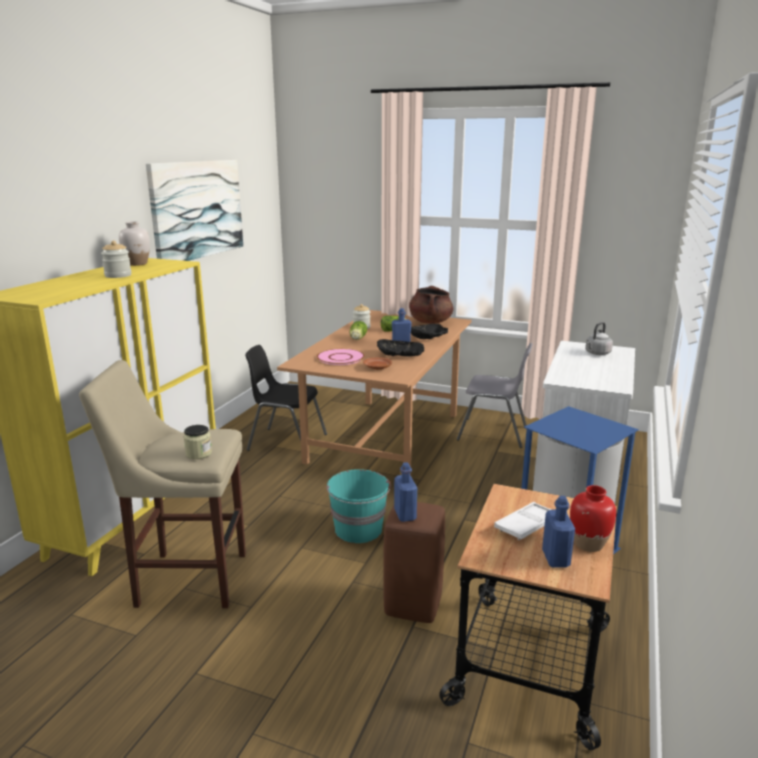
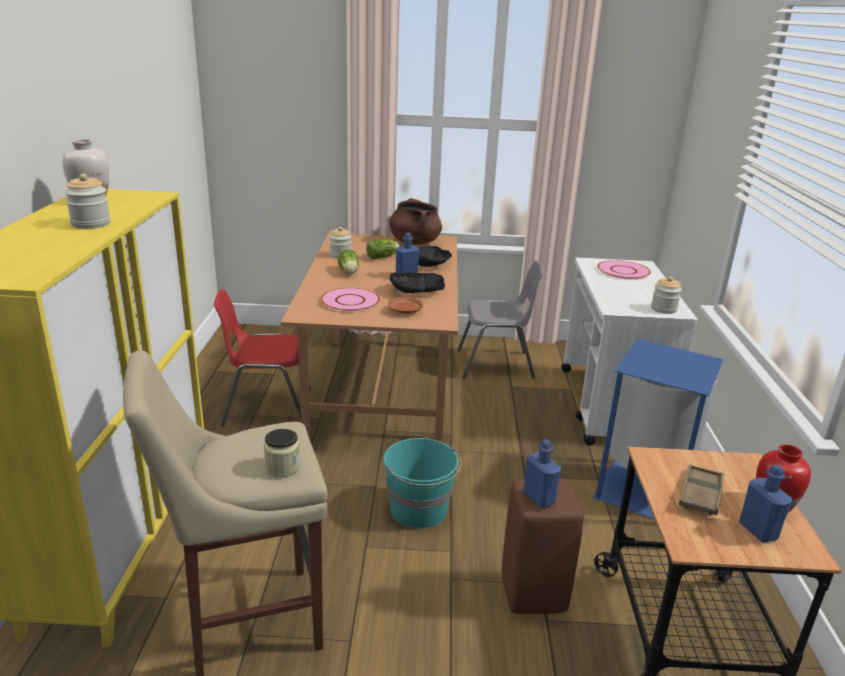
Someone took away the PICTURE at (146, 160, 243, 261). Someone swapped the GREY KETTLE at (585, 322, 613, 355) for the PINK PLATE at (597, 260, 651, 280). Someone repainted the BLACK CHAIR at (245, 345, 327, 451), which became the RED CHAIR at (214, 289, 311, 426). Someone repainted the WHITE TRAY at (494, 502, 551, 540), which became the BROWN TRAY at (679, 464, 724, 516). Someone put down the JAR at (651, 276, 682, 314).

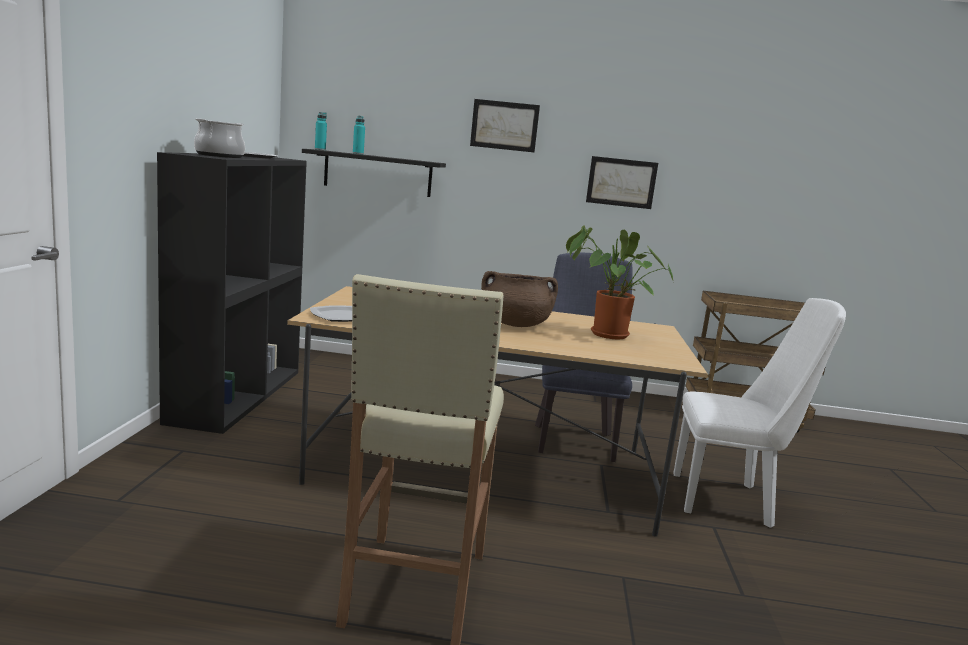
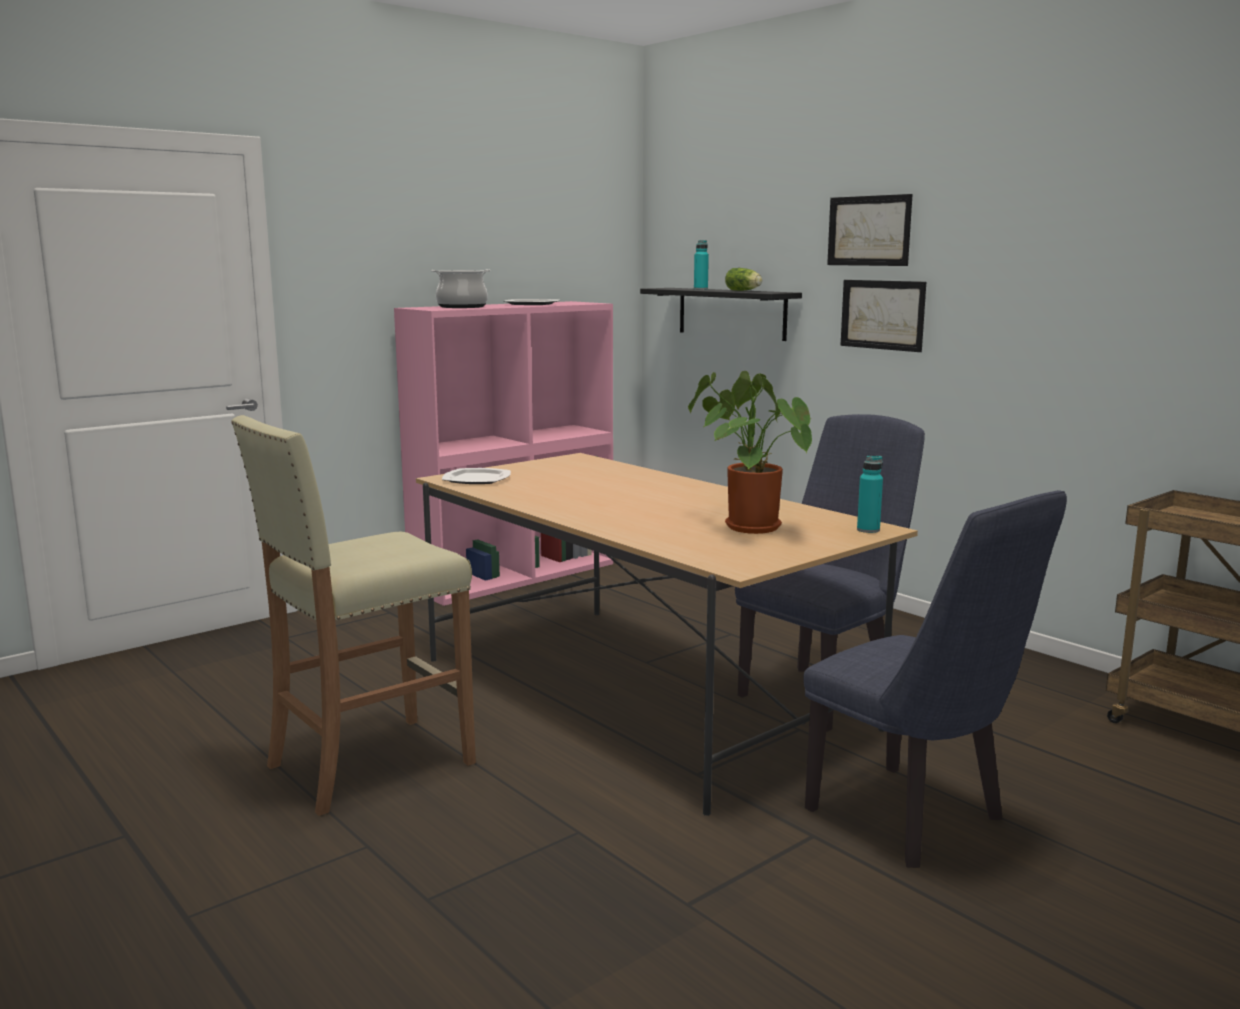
Someone carried the TURQUOISE BOTTLE from (315, 112, 327, 150) to (857, 456, 883, 533). Someone repainted the BLACK BOOKCASE at (157, 152, 307, 434), which became the PINK BOOKCASE at (394, 301, 613, 606). Someone carried the PICTURE from (586, 156, 658, 209) to (840, 280, 926, 352). Someone took away the BROWN COOKING POT at (481, 271, 558, 327). Someone repainted the WHITE CHAIR at (673, 298, 846, 528), which became the BLUE CHAIR at (803, 490, 1067, 868). Someone put down the LETTUCE at (725, 268, 762, 291).

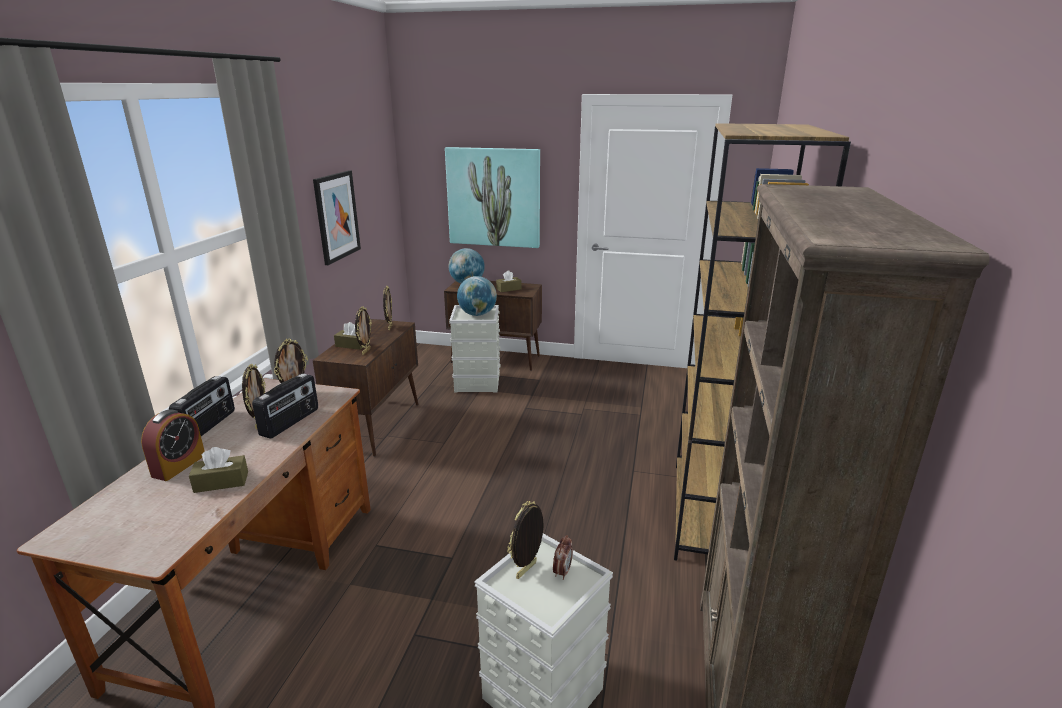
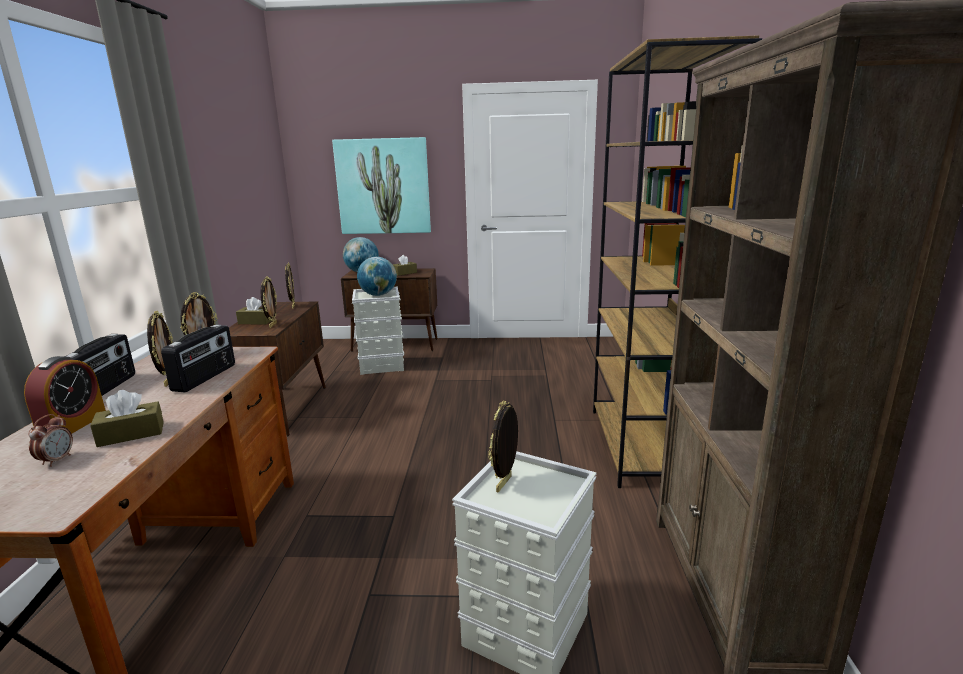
Someone took away the PICTURE at (313, 170, 361, 265). Someone carried the ALARM CLOCK from (553, 535, 573, 580) to (28, 414, 73, 467).

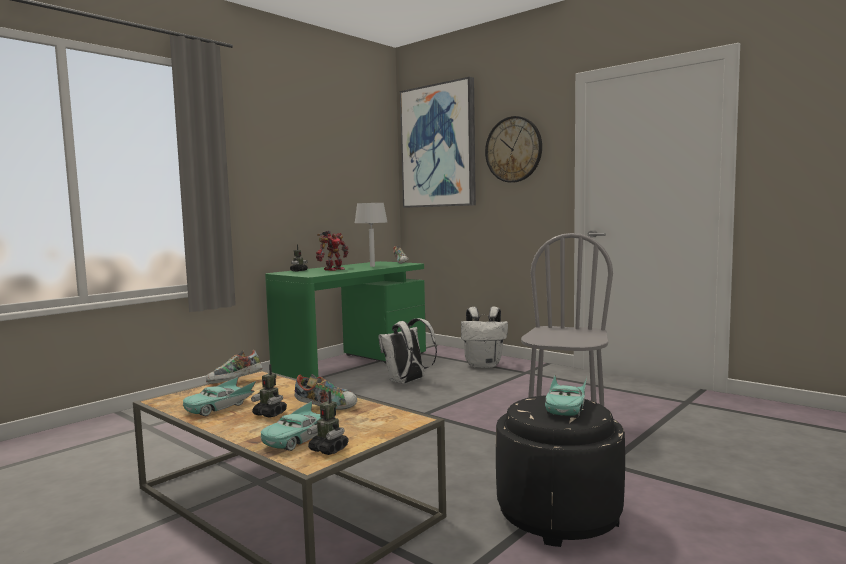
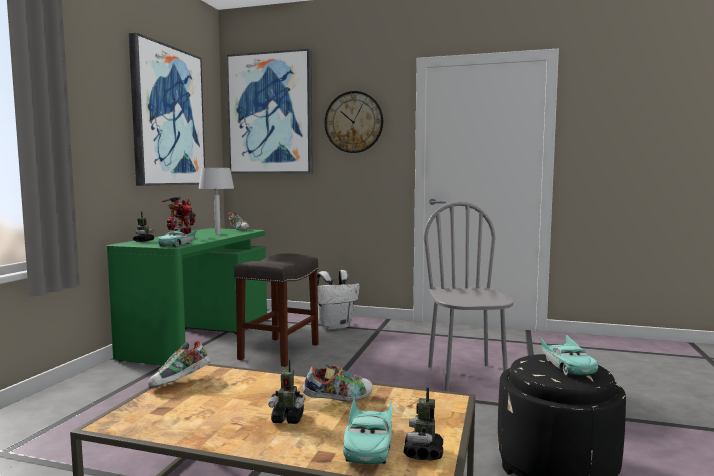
Someone swapped the WHITE BACKPACK at (378, 318, 437, 384) for the GREY STOOL at (234, 253, 319, 367). Someone carried the TURQUOISE TOY CAR from (183, 376, 256, 416) to (158, 229, 197, 247). Someone rotated the TOY ROBOT at (307, 391, 349, 455) by 90 degrees clockwise. Someone put up the PICTURE at (129, 33, 205, 186).

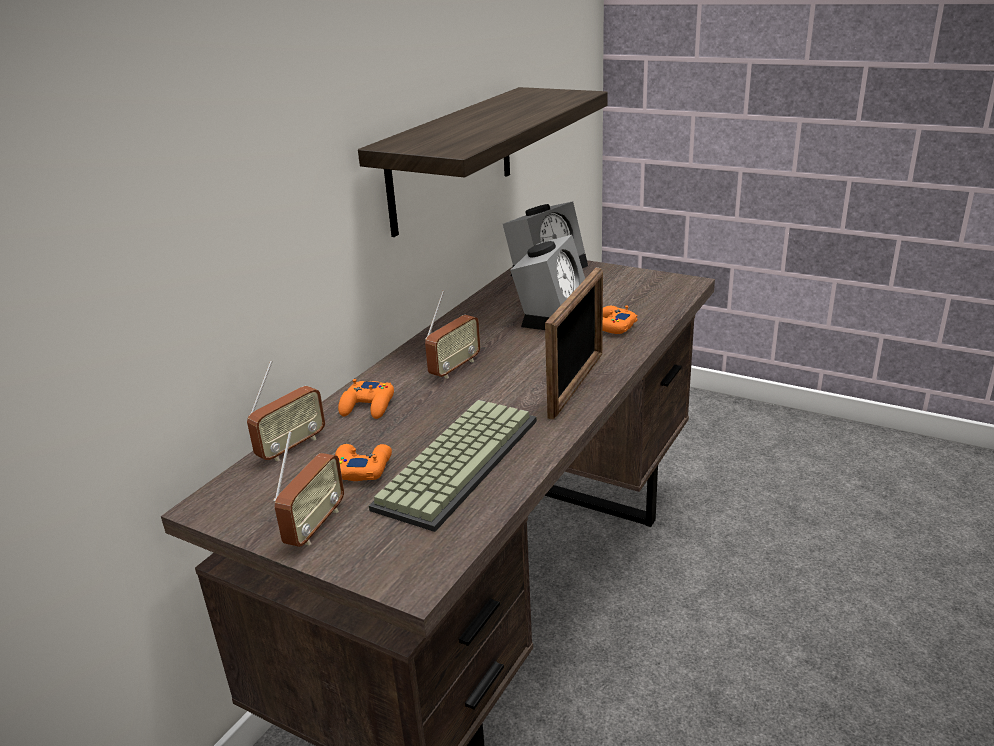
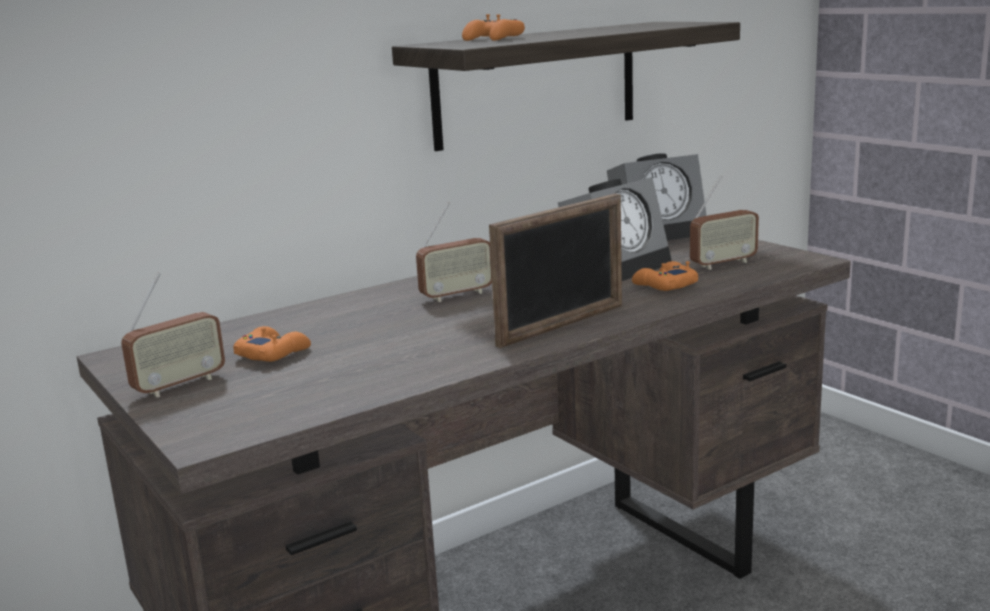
Someone carried the RADIO from (247, 361, 325, 461) to (690, 175, 759, 270). Someone carried the ORANGE GAME CONTROLLER from (338, 379, 394, 419) to (462, 14, 525, 41). Someone took away the KEYBOARD at (369, 400, 537, 532).

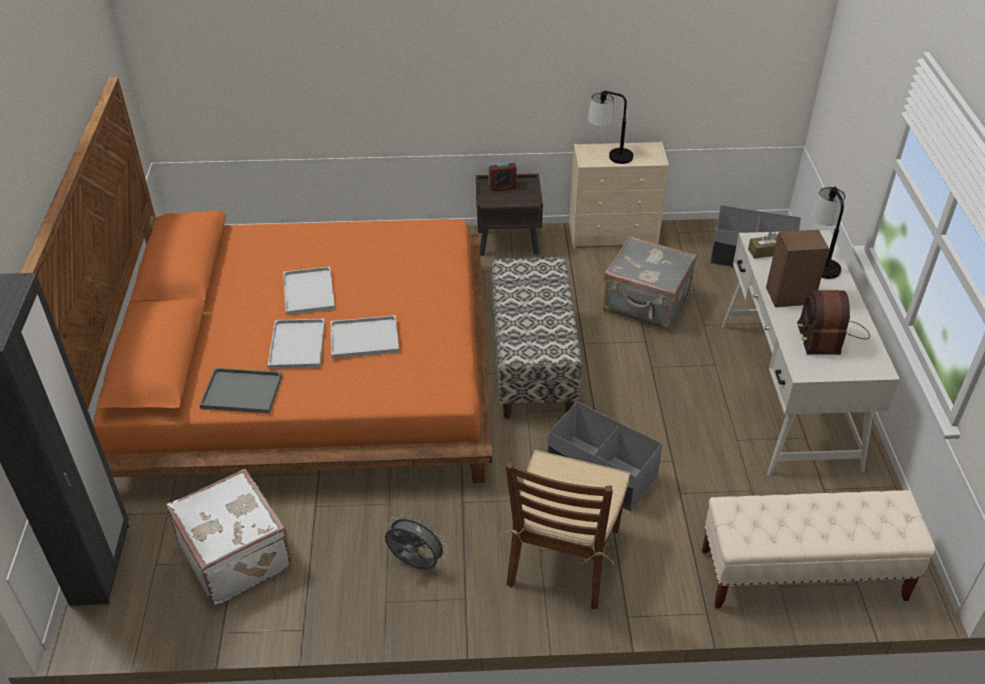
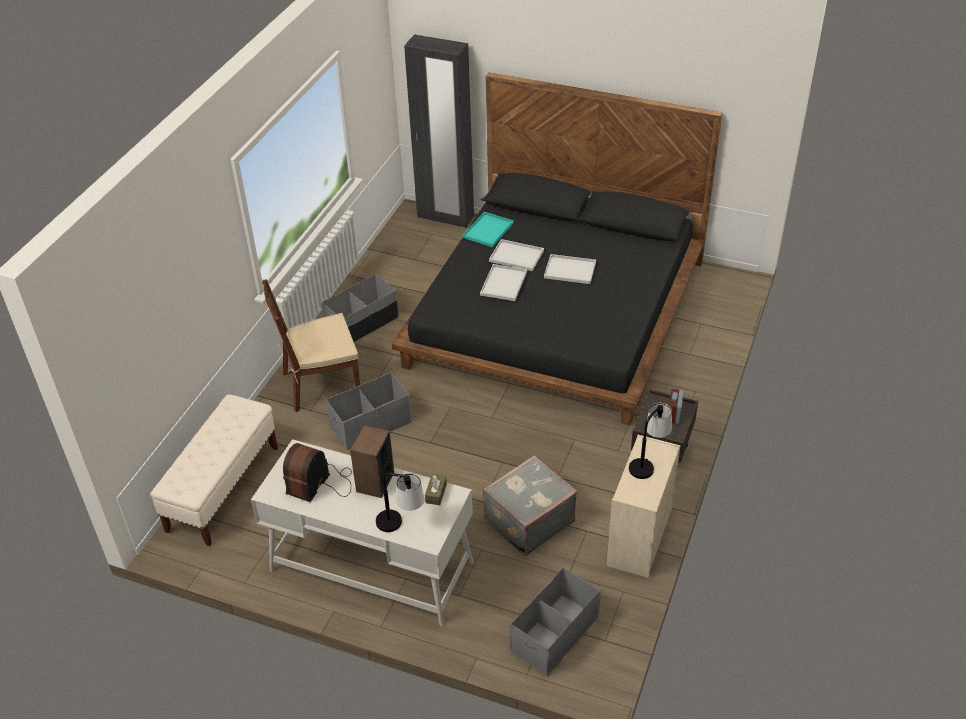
Someone repainted the ORANGE BED at (20, 77, 492, 483), which became the BLACK BED at (392, 72, 722, 426). Someone took away the BENCH at (491, 257, 582, 419). Someone rotated the RADIO at (797, 290, 870, 355) by 90 degrees counterclockwise. Someone repainted the GREY TRAY at (200, 368, 282, 414), which became the TURQUOISE TRAY at (463, 212, 514, 247). Someone rotated the BROWN CHAIR at (500, 450, 630, 609) by 60 degrees counterclockwise. Someone took away the WHITE SUITCASE at (166, 469, 292, 605). Someone swapped the GREY FAN at (385, 514, 448, 570) for the GREY STORAGE BOX at (321, 274, 399, 342).

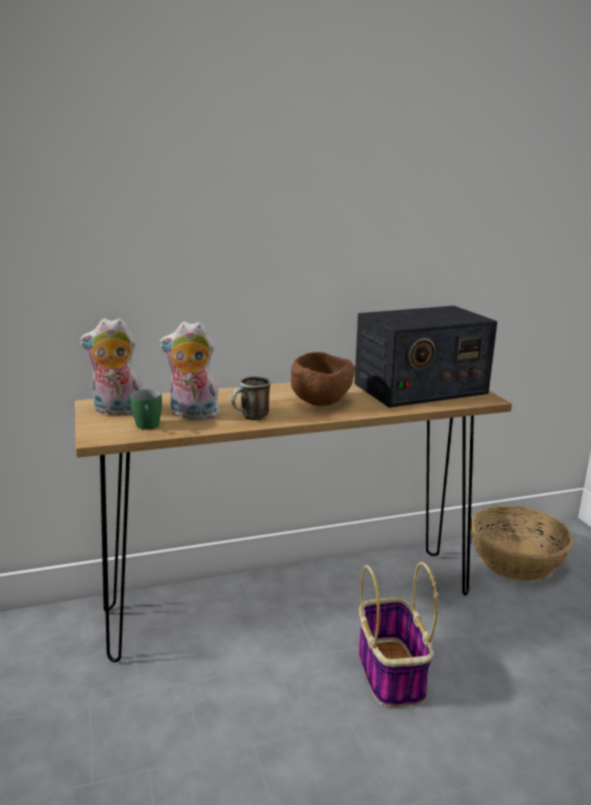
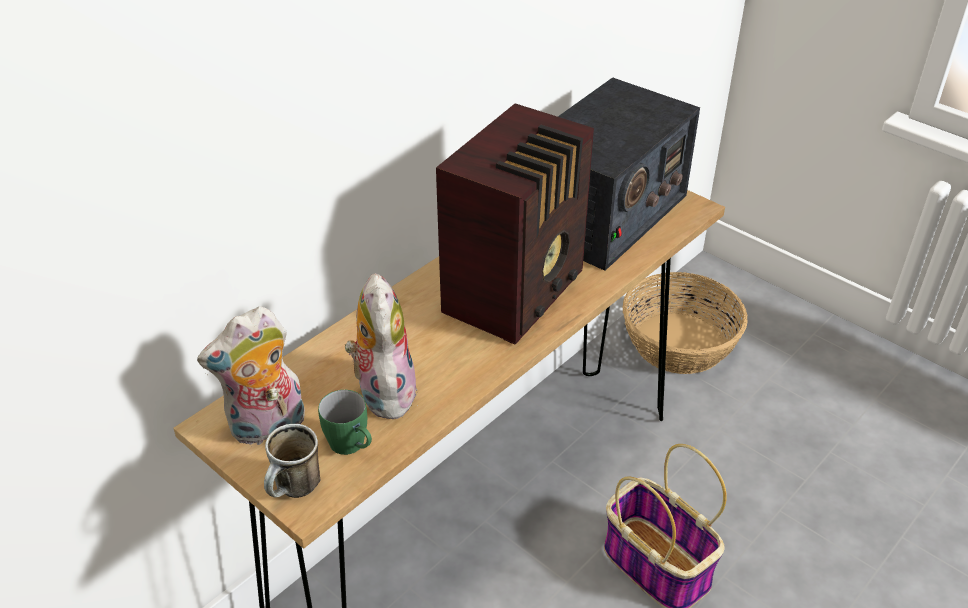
Someone rotated the PLUSH TOY at (159, 321, 220, 419) by 105 degrees clockwise. Someone swapped the BROWN BOWL at (291, 352, 355, 406) for the RADIO at (436, 103, 594, 345). Someone carried the MUG from (231, 376, 270, 420) to (264, 424, 320, 498).

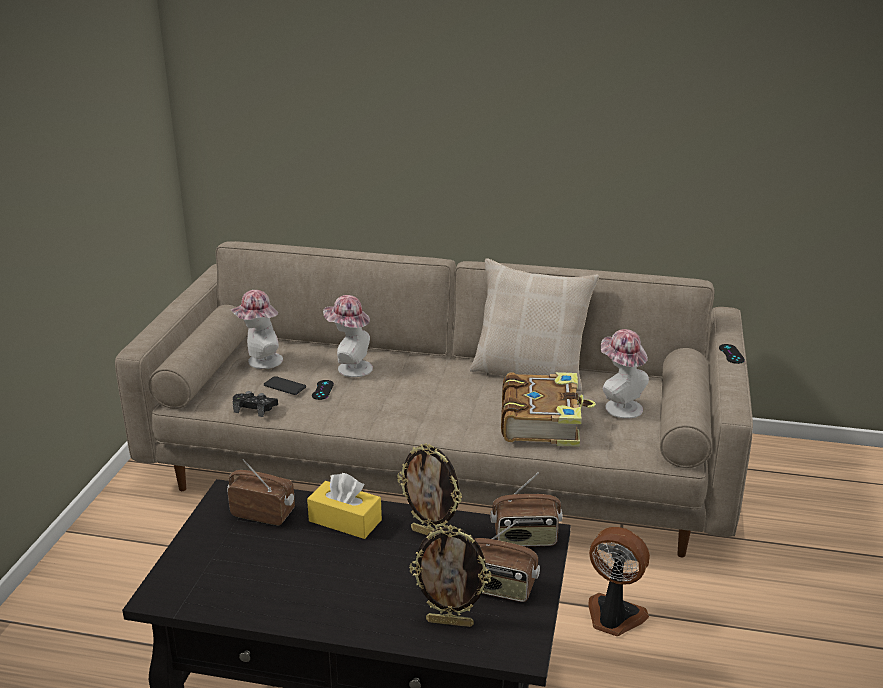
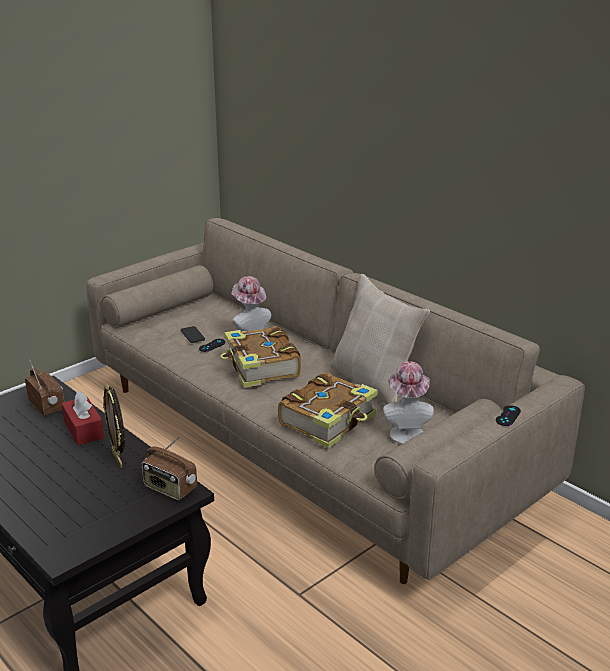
Someone took away the HAT at (231, 290, 283, 369). Someone took away the BLACK GAME CONTROLLER at (232, 391, 278, 417). Someone repainted the YELLOW TISSUE BOX at (307, 473, 382, 539), which became the RED TISSUE BOX at (61, 391, 104, 445). Someone took away the RADIO at (475, 521, 540, 602). Someone took away the PICTURE FRAME at (410, 525, 491, 627). Someone took away the FAN at (588, 527, 650, 636). Someone put down the BOOK at (220, 326, 301, 388).

